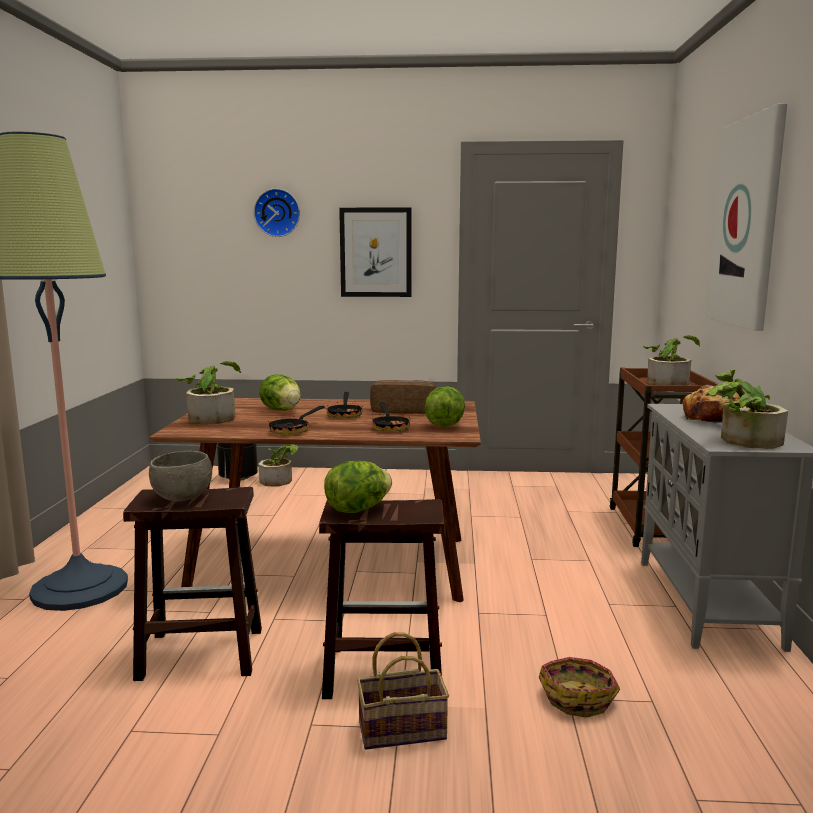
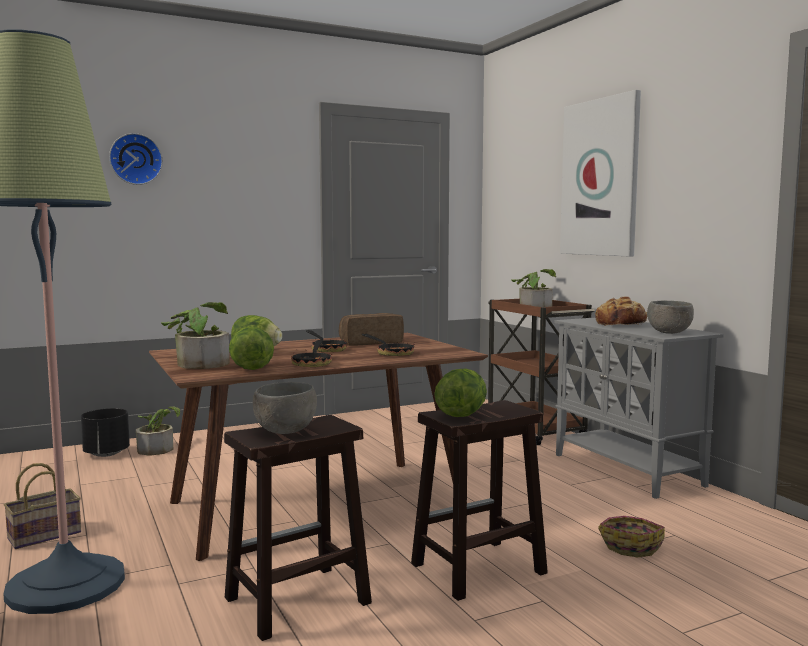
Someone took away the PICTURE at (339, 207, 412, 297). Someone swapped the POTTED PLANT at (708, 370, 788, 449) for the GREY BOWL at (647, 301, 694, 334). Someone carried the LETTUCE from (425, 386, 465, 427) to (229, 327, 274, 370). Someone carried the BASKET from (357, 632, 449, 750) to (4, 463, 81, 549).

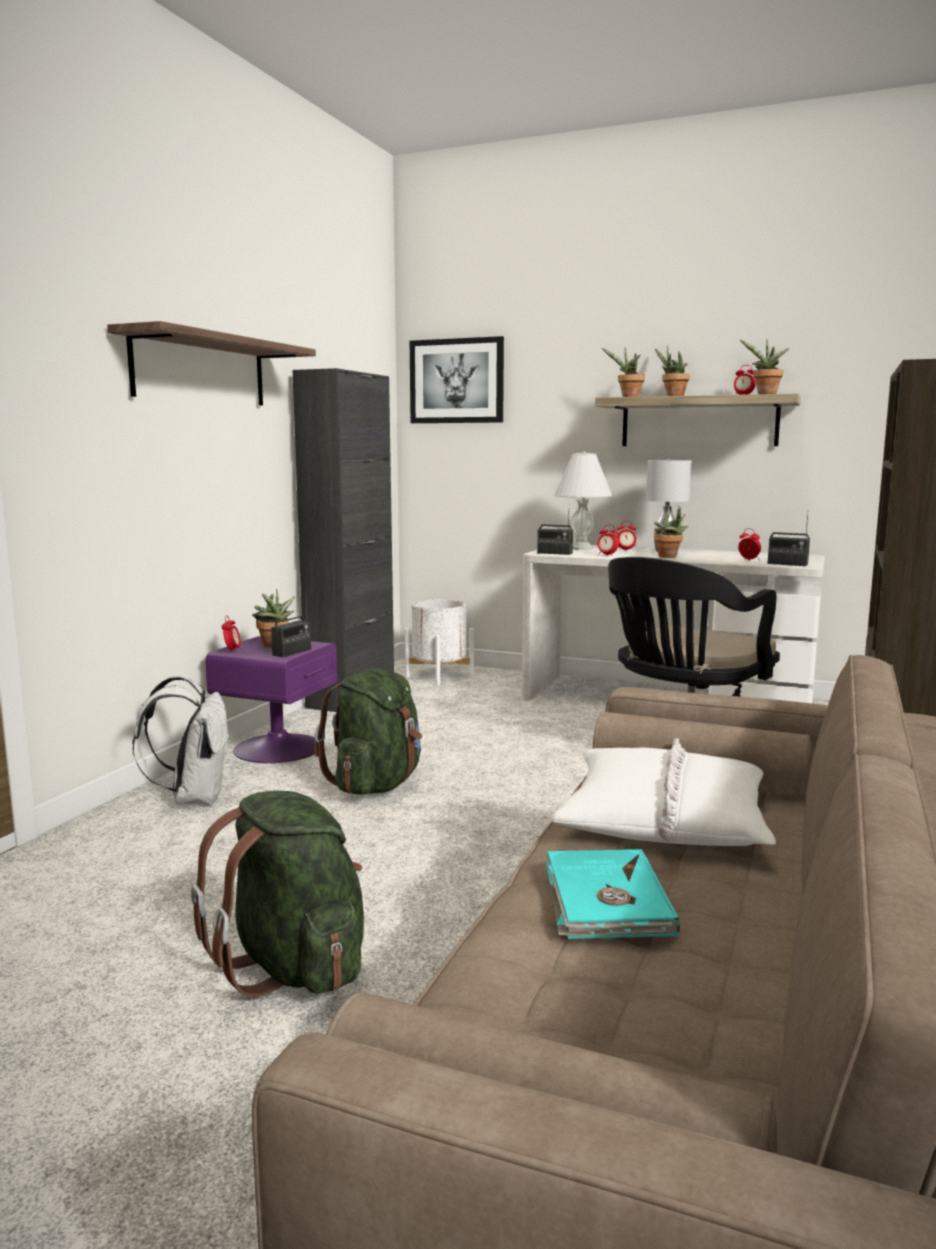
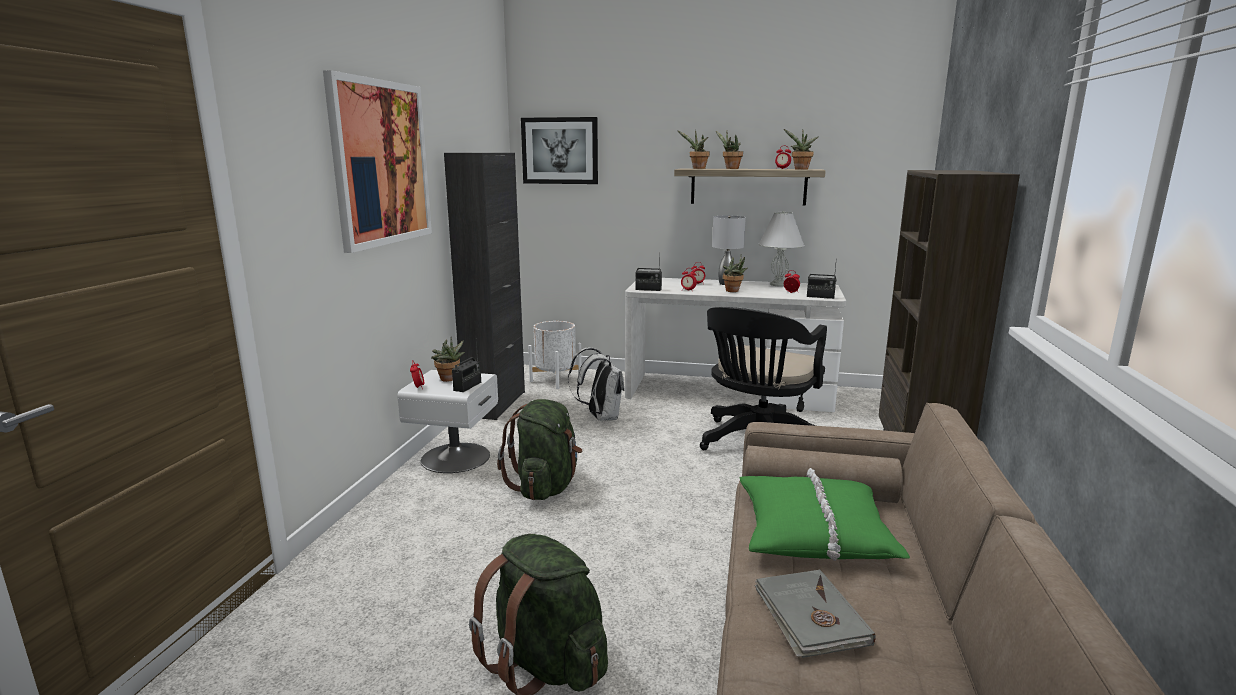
Someone swapped the SHELF at (107, 321, 316, 406) for the PICTURE at (323, 70, 432, 253). Someone carried the WHITE TABLE LAMP from (554, 451, 613, 550) to (759, 211, 804, 286). Someone repainted the PURPLE NIGHTSTAND at (205, 636, 337, 763), which became the WHITE NIGHTSTAND at (397, 370, 498, 473). Someone carried the WHITE BACKPACK from (132, 676, 231, 804) to (568, 347, 625, 421). Someone repainted the WHITE PILLOW at (551, 738, 776, 846), which became the GREEN PILLOW at (740, 468, 910, 561). Someone repainted the TURQUOISE BOOK at (545, 849, 680, 939), which became the GREY BOOK at (755, 569, 876, 658).

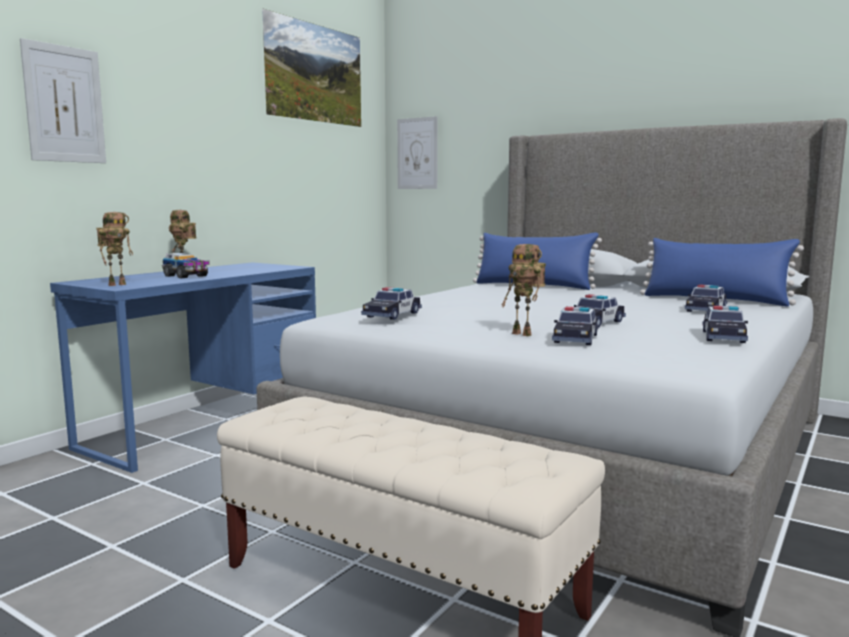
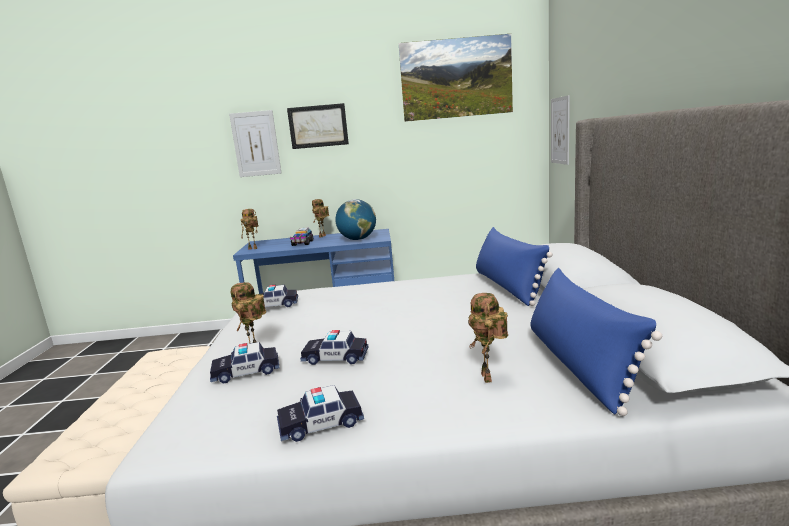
Someone swapped the TOY CAR at (685, 284, 727, 312) for the TOY ROBOT at (468, 293, 508, 383). Someone put up the PICTURE at (287, 103, 349, 149). Someone put down the GLOBE at (335, 199, 376, 240).

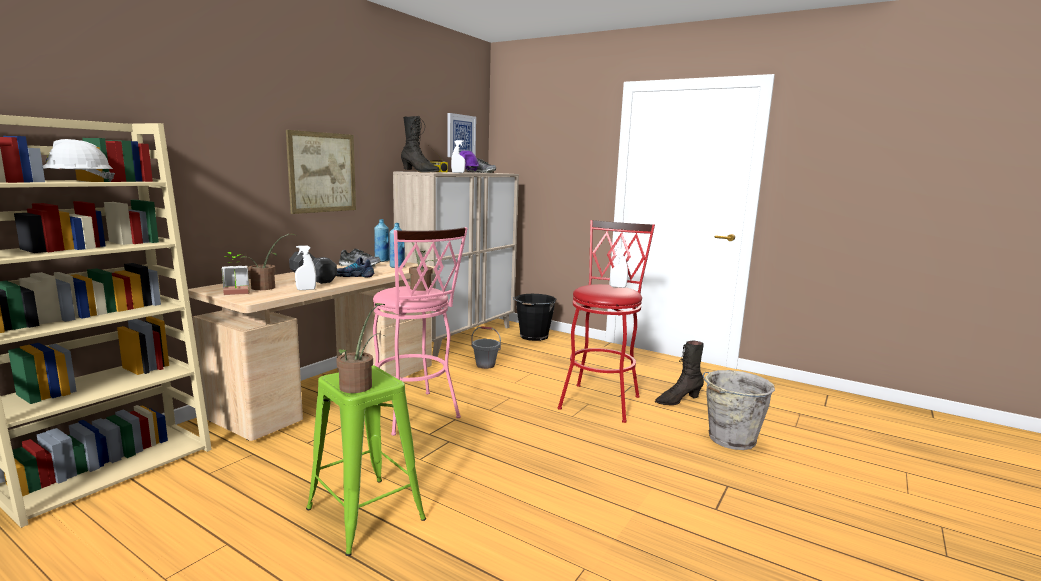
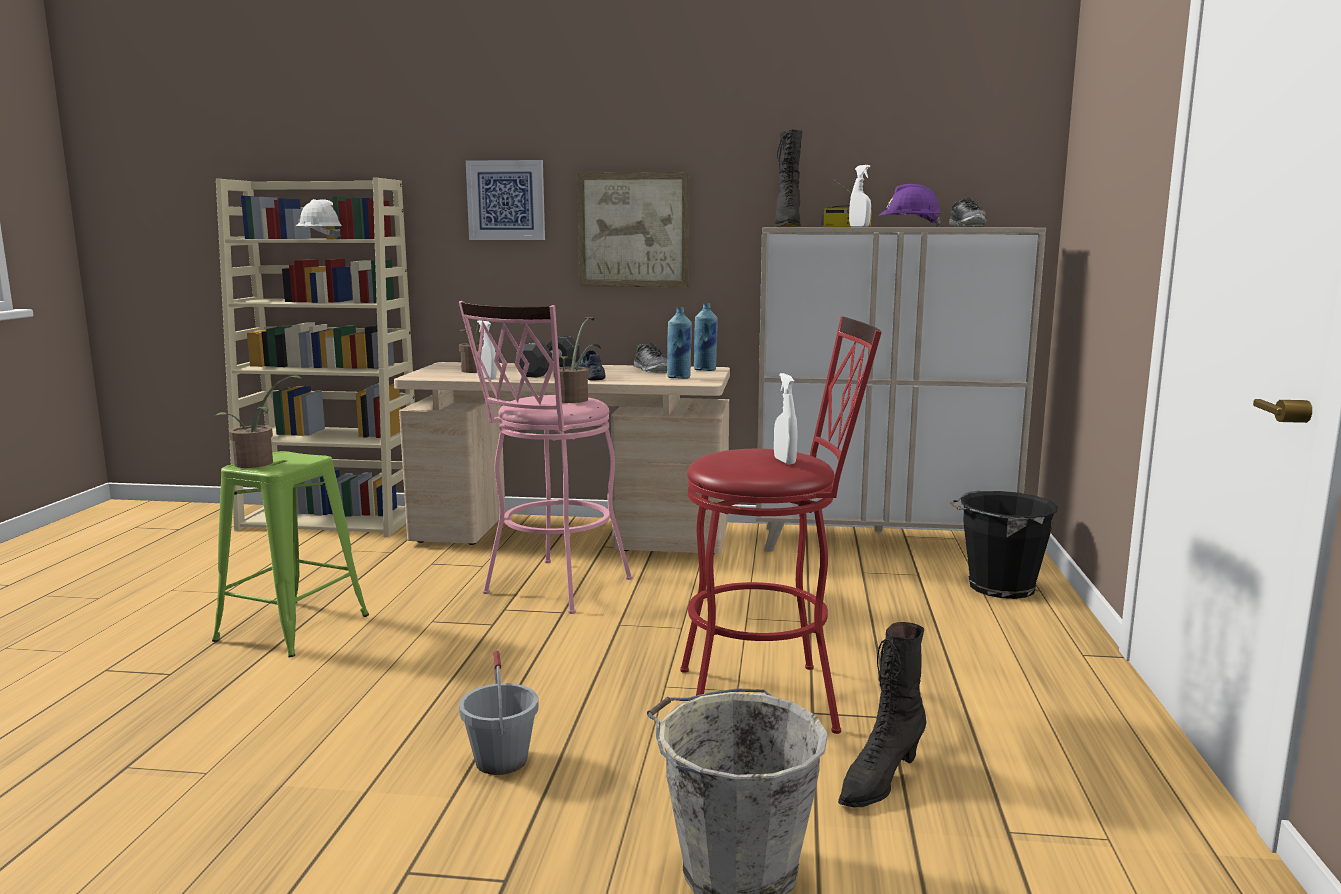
Someone carried the PICTURE from (447, 113, 476, 157) to (466, 160, 545, 240). Someone took away the POTTED PLANT at (221, 252, 250, 295). Someone carried the GREY BUCKET from (471, 326, 501, 369) to (459, 650, 539, 775). Someone rotated the BLACK BOOT at (655, 341, 704, 405) by 90 degrees counterclockwise.

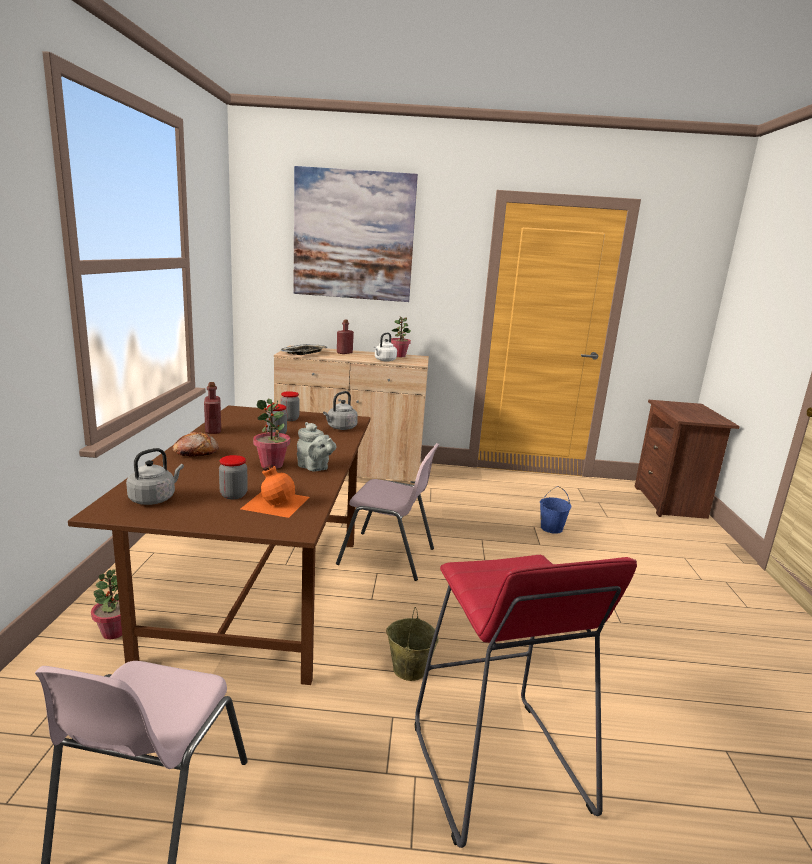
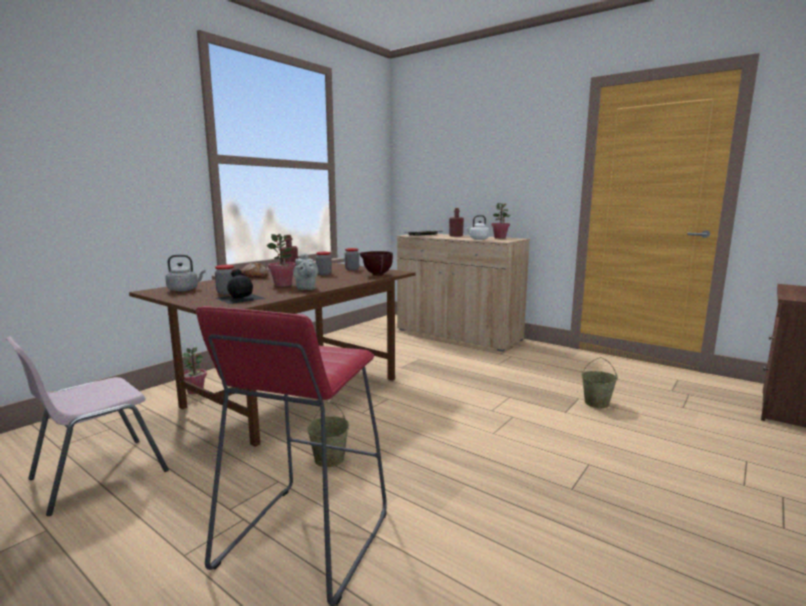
Someone took away the PICTURE at (293, 166, 418, 302). Someone swapped the GREY KETTLE at (323, 391, 358, 430) for the BROWN BOWL at (359, 251, 393, 276). Someone took away the PINK CHAIR at (336, 443, 440, 581). Someone repainted the ORANGE BOTTLE at (241, 464, 309, 518), which became the BLACK BOTTLE at (215, 269, 266, 304). Someone repainted the BLUE BUCKET at (540, 486, 571, 534), which became the BEIGE BUCKET at (582, 357, 617, 408).

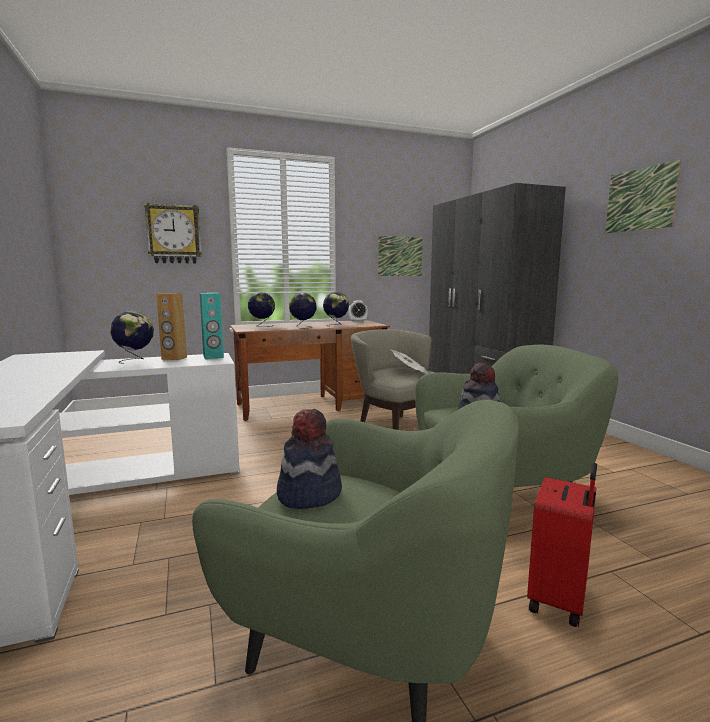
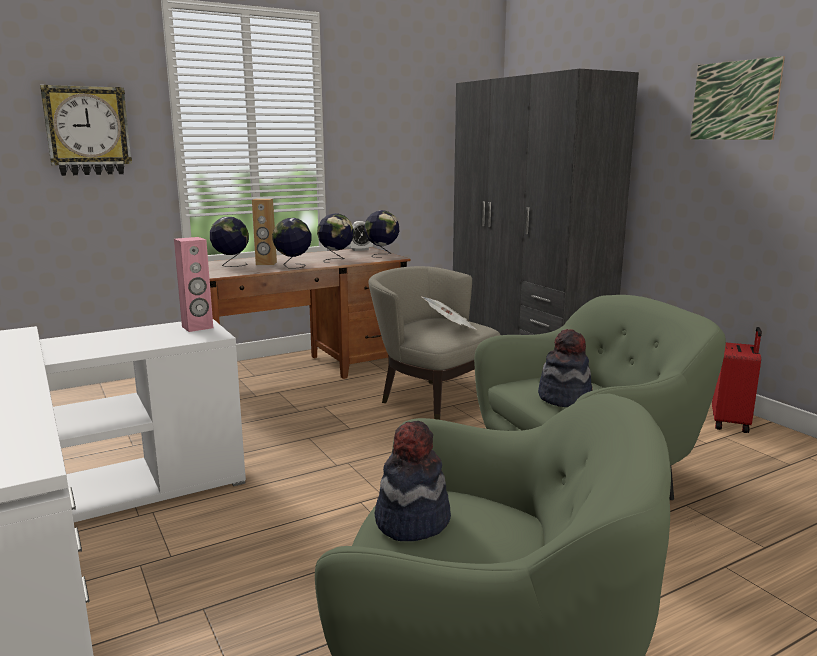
Someone took away the PICTURE at (378, 236, 423, 276). Someone carried the BROWN SPEAKER from (156, 293, 187, 360) to (252, 199, 277, 265). Someone repainted the TURQUOISE SPEAKER at (200, 293, 224, 359), which became the PINK SPEAKER at (174, 237, 213, 332). Someone carried the GLOBE from (110, 311, 154, 364) to (364, 210, 399, 258). Someone carried the RED SUITCASE from (527, 463, 597, 627) to (712, 327, 762, 433).

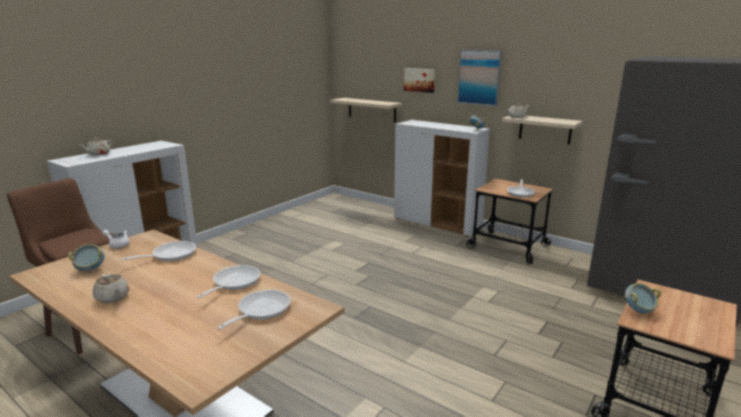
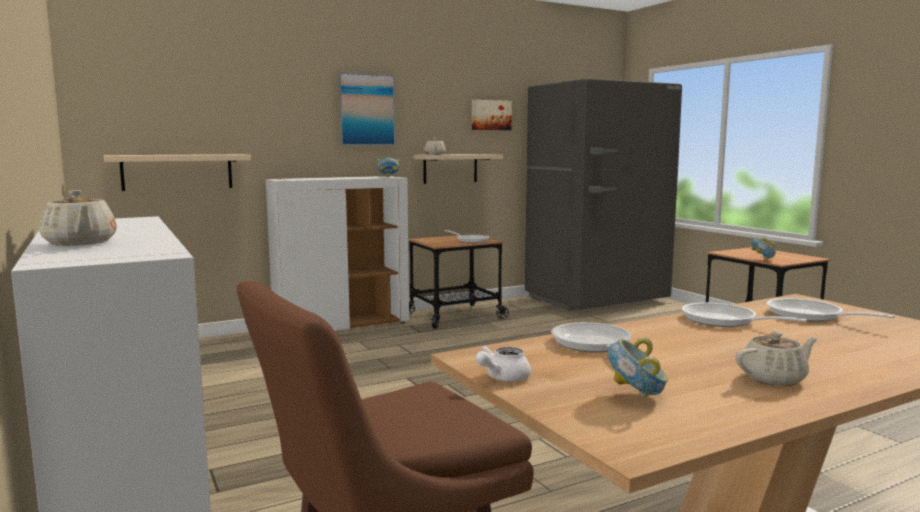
Someone carried the PICTURE from (404, 68, 435, 93) to (472, 100, 512, 130).

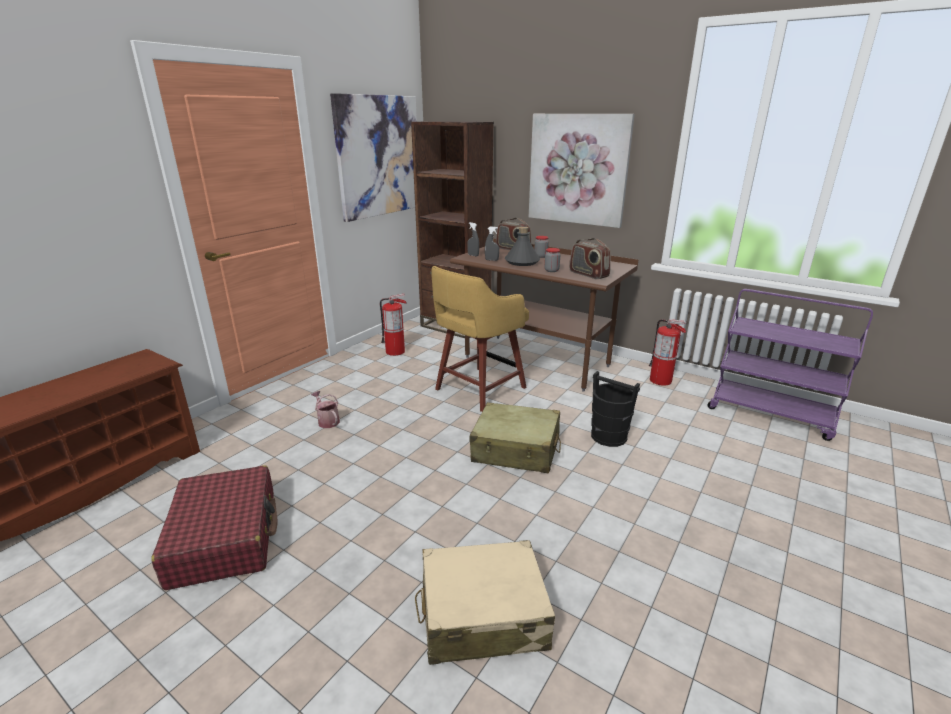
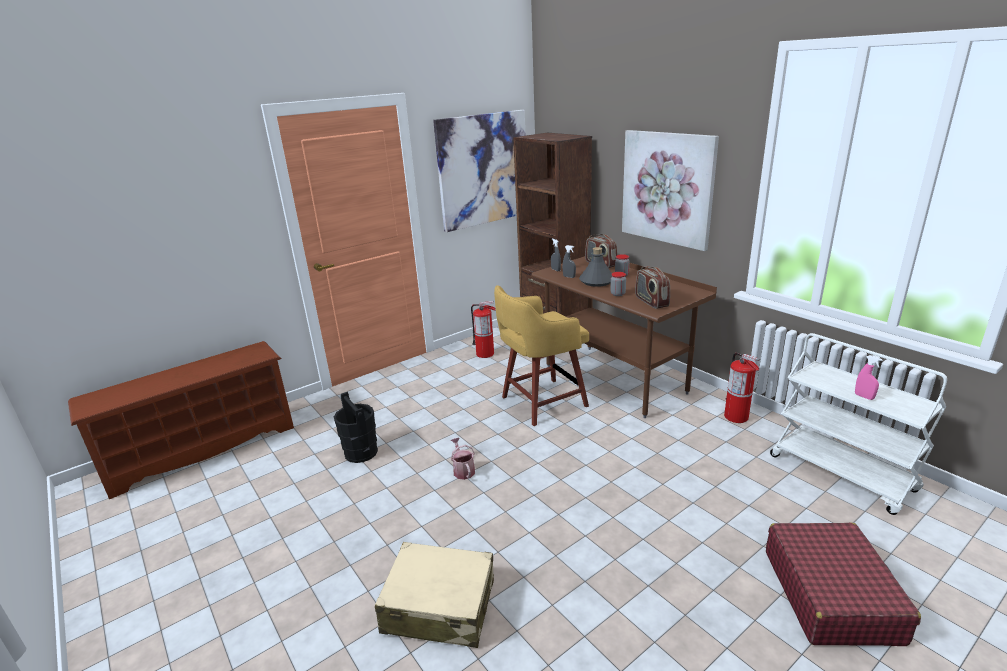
Someone repainted the PURPLE CART at (708, 289, 873, 441), which became the WHITE CART at (770, 333, 947, 515). Someone carried the BLACK BUCKET from (591, 371, 640, 447) to (334, 392, 378, 463). Someone carried the WATERING CAN from (311, 391, 340, 428) to (450, 438, 475, 480). Someone took away the BEIGE SUITCASE at (470, 402, 561, 473). Someone carried the RED SUITCASE from (151, 465, 277, 590) to (766, 522, 921, 646). Someone put down the PINK SPRAY BOTTLE at (855, 355, 883, 400).

